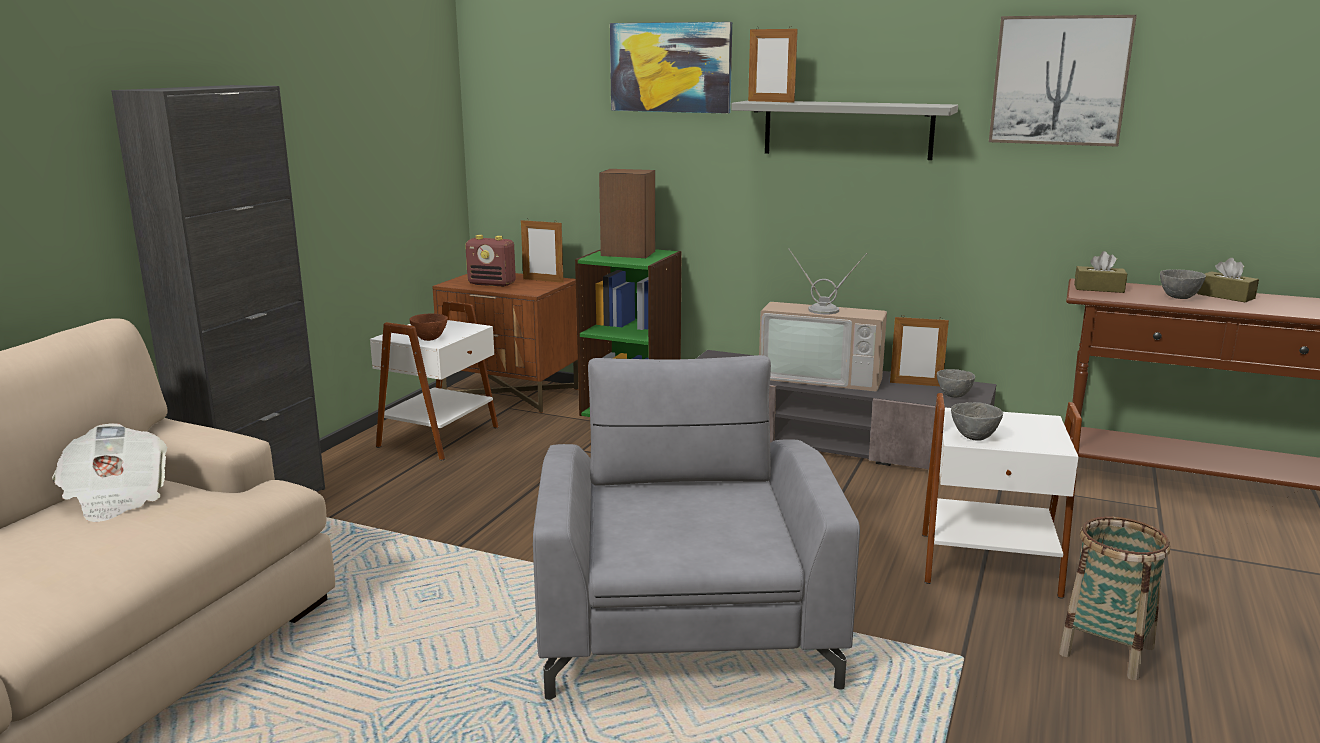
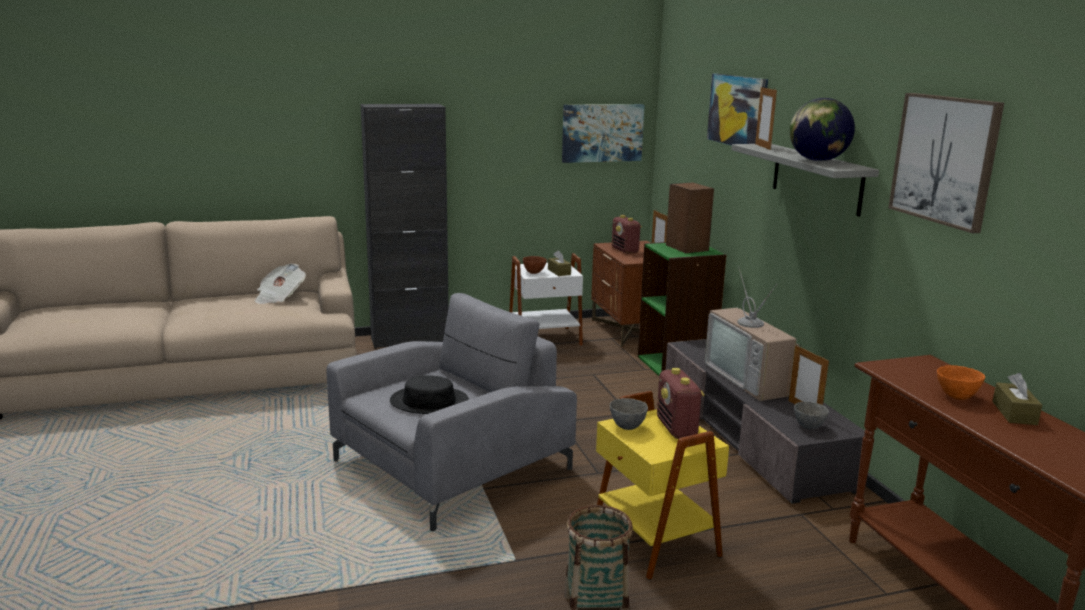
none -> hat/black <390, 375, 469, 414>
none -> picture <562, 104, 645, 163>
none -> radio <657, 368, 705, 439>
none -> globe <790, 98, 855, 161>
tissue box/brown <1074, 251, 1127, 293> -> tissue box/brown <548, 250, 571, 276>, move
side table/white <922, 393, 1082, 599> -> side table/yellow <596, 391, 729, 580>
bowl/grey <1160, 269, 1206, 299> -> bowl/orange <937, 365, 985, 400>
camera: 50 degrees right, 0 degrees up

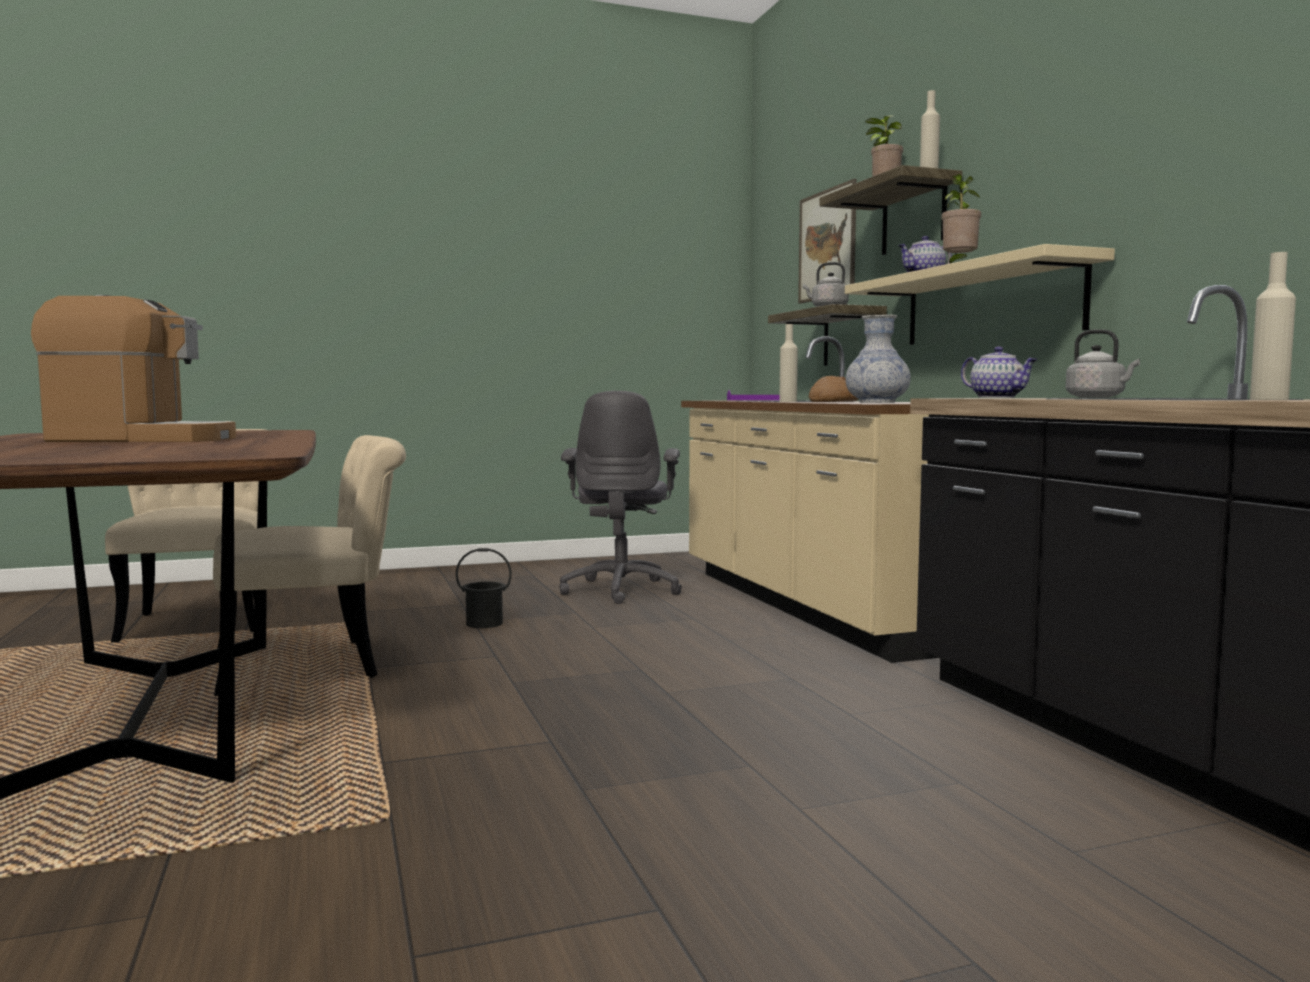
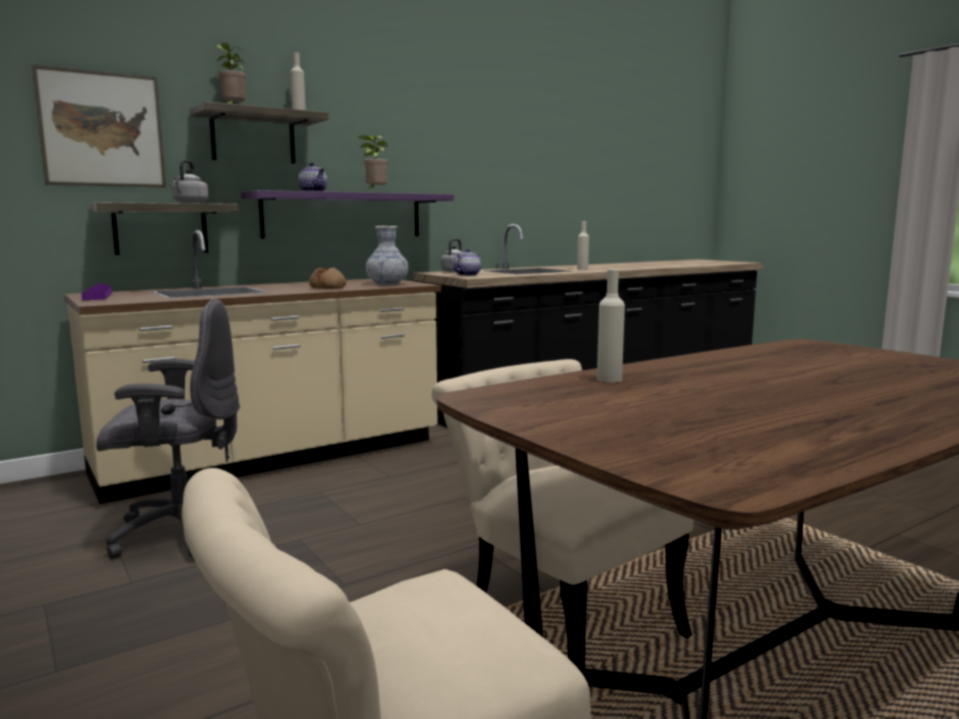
coffee machine <31, 295, 236, 442> -> none
bucket/black <456, 548, 512, 628> -> none
bottle/beige <779, 324, 798, 402> -> bottle/beige <597, 269, 625, 383>, move
shelf/beige <845, 244, 1115, 345> -> shelf/purple <241, 190, 454, 239>
camera: 105 degrees left, 5 degrees up

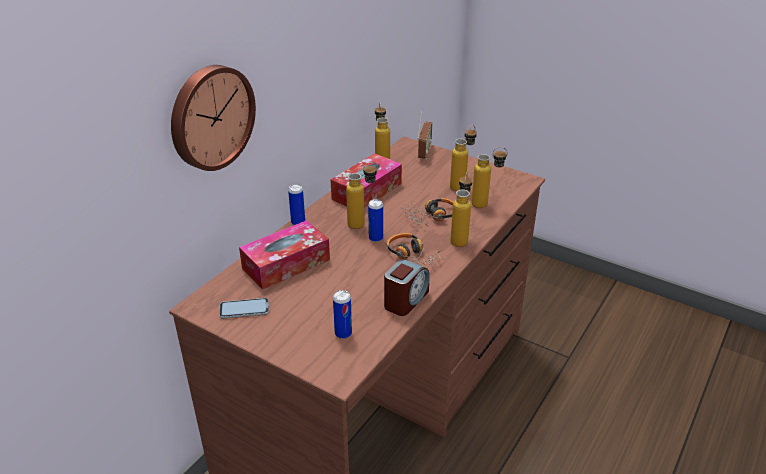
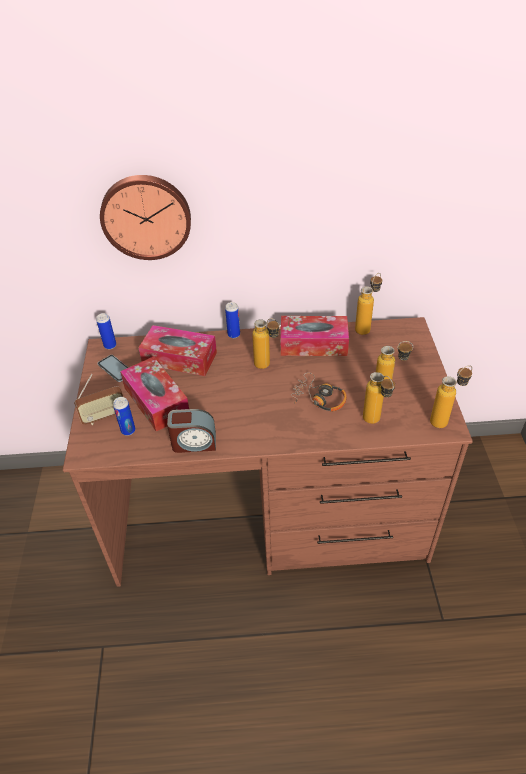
headphones <387, 233, 442, 266> -> none
none -> tissue box <120, 357, 189, 432>
can <368, 199, 383, 242> -> can <96, 313, 116, 350>, move
radio <417, 109, 432, 159> -> radio <74, 374, 123, 425>, move
bottle <450, 172, 472, 247> -> bottle <430, 366, 472, 428>, move
camera: 55 degrees right, 10 degrees up

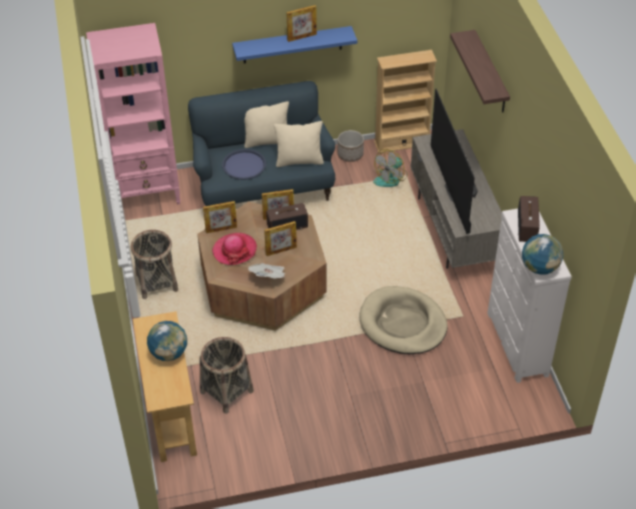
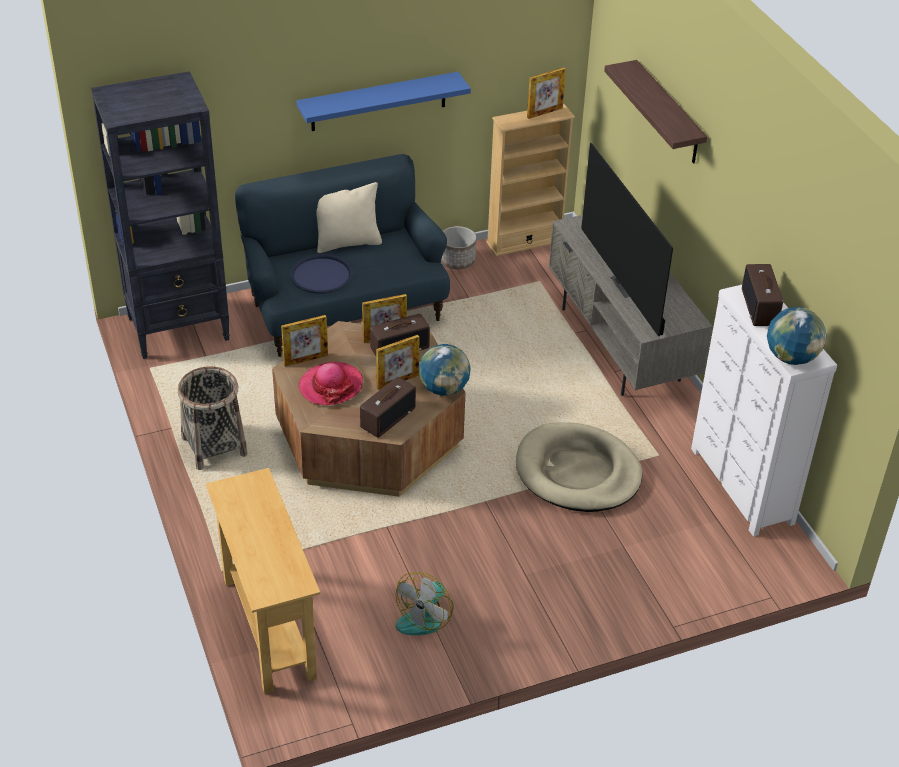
basket <200, 337, 254, 414> -> none
pillow/beige <274, 121, 324, 167> -> none
globe <147, 321, 187, 361> -> globe <419, 344, 471, 396>, move
picture frame <287, 5, 317, 42> -> picture frame <527, 67, 566, 119>, move
fan <373, 149, 407, 187> -> fan <396, 572, 454, 635>, move
newspaper <248, 263, 286, 279> -> radio <360, 377, 416, 438>
bookcase/pink <86, 23, 181, 204> -> bookcase/black <91, 71, 230, 359>
camera: 10 degrees left, 5 degrees down

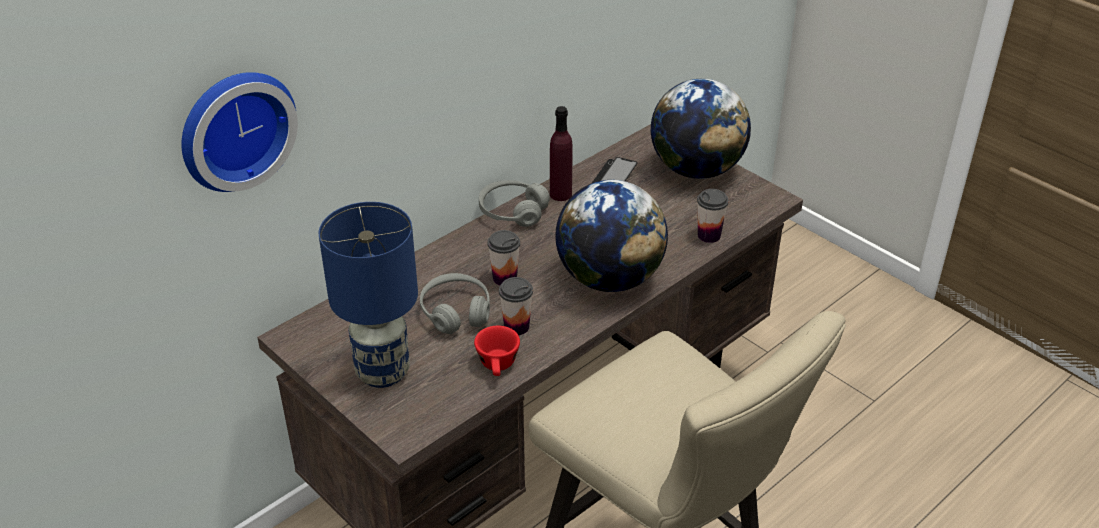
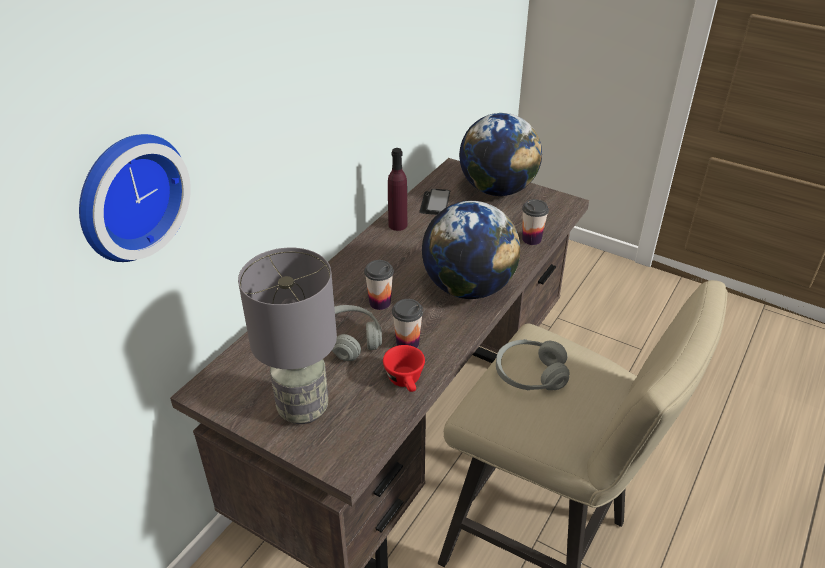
headphones/grey <479, 180, 550, 227> -> headphones/grey <496, 339, 570, 390>, move
table lamp/blue <319, 202, 418, 388> -> table lamp/grey <238, 248, 337, 424>
camera: 15 degrees left, 0 degrees up

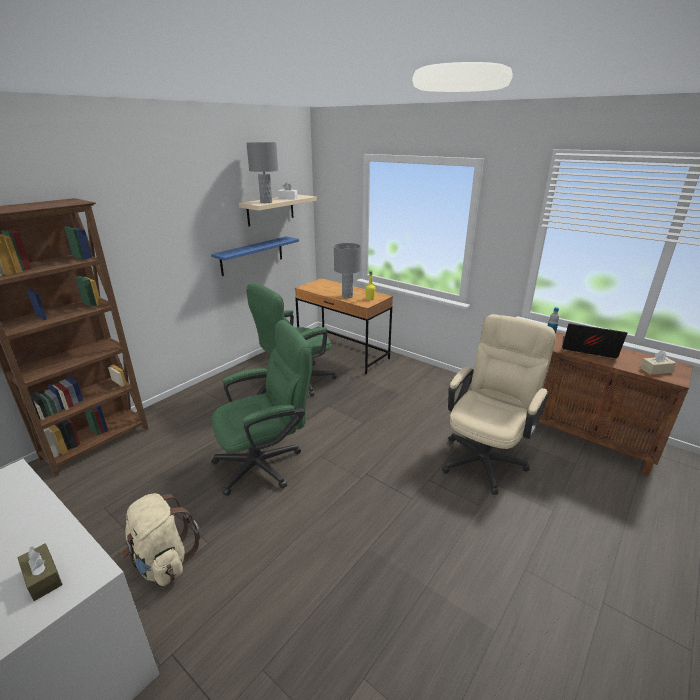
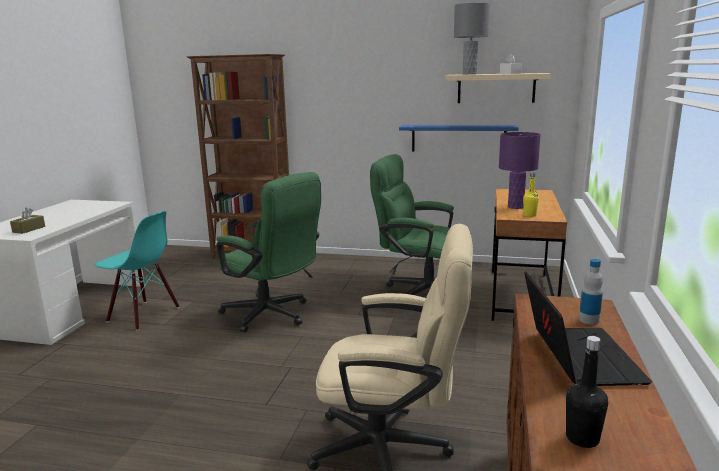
backpack/beige <121, 493, 200, 586> -> chair/turquoise <94, 211, 180, 331>
tissue box/beige <640, 350, 676, 375> -> bottle/black <566, 336, 608, 448>
table lamp/grey <334, 243, 361, 298> -> table lamp/purple <499, 132, 541, 209>
camera: 65 degrees right, 10 degrees down

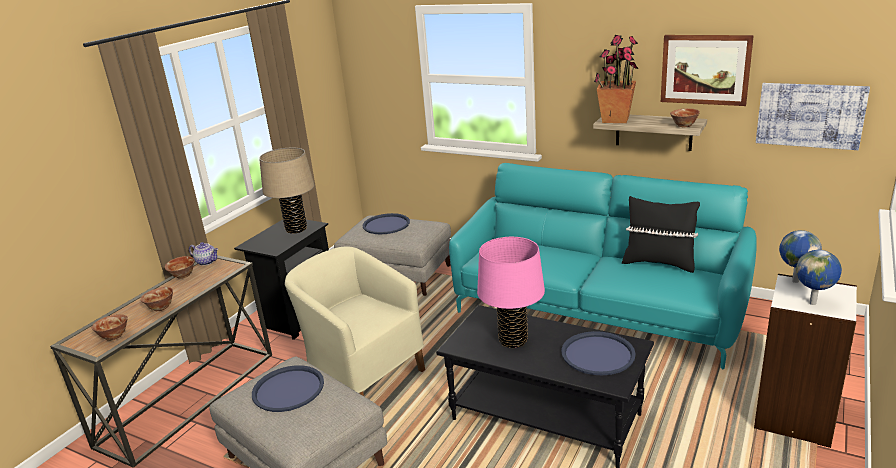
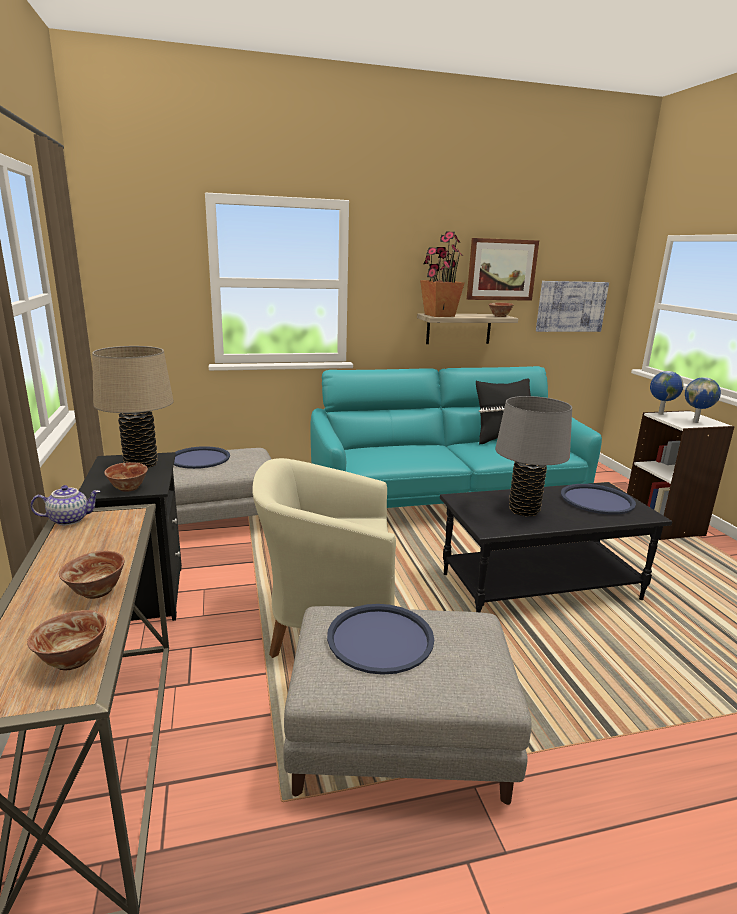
bowl <165, 256, 195, 279> -> bowl <104, 462, 148, 492>, move
table lamp/pink <477, 237, 545, 348> -> table lamp/grey <495, 396, 572, 516>
camera: 45 degrees left, 5 degrees down

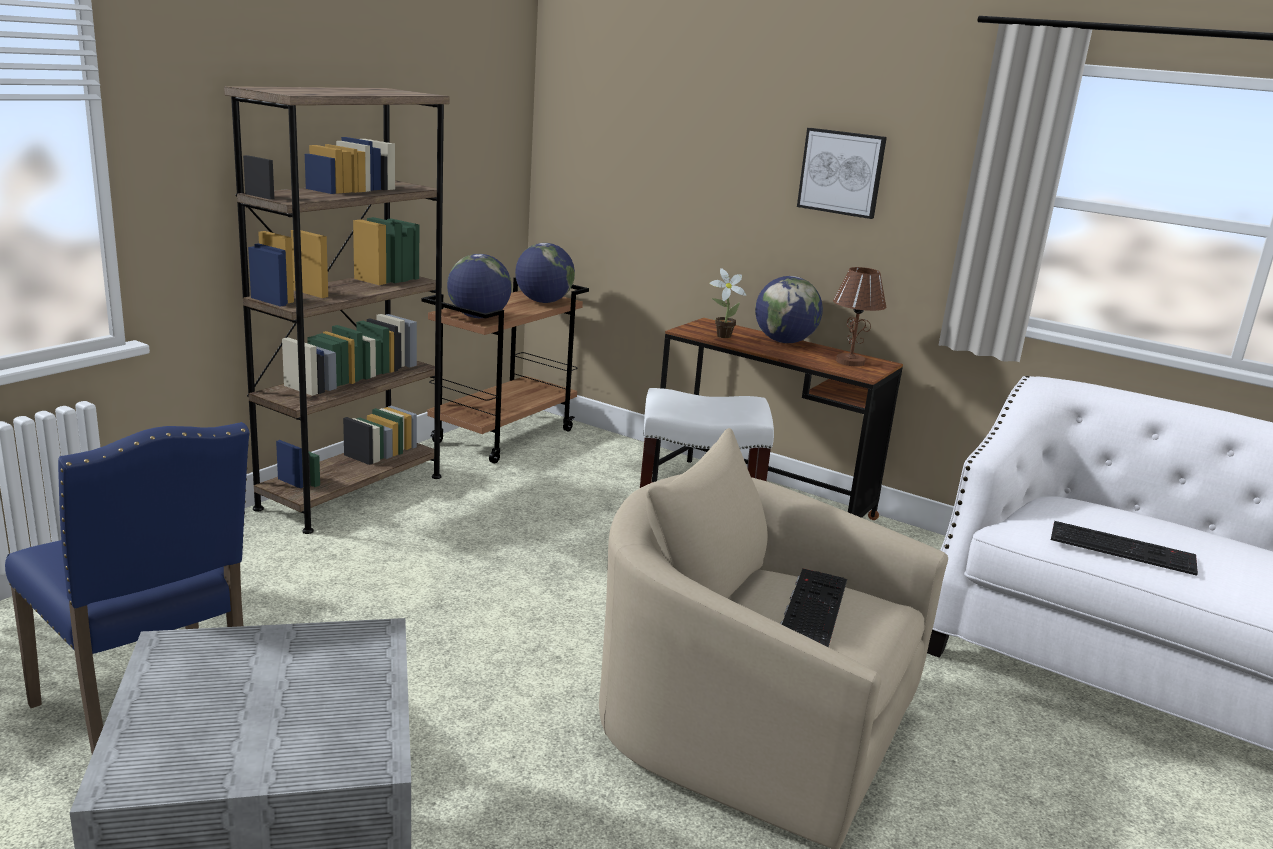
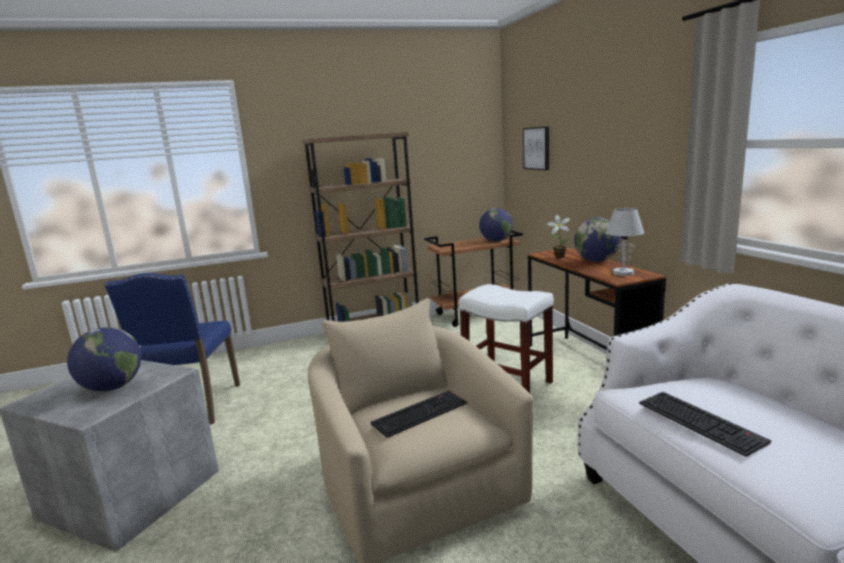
globe <447, 254, 512, 318> -> globe <67, 327, 141, 392>, move
picture <797, 128, 887, 219> -> picture <523, 126, 549, 170>, move
table lamp/brown <833, 267, 886, 367> -> table lamp/white <605, 208, 644, 276>
camera: 40 degrees right, 5 degrees down

